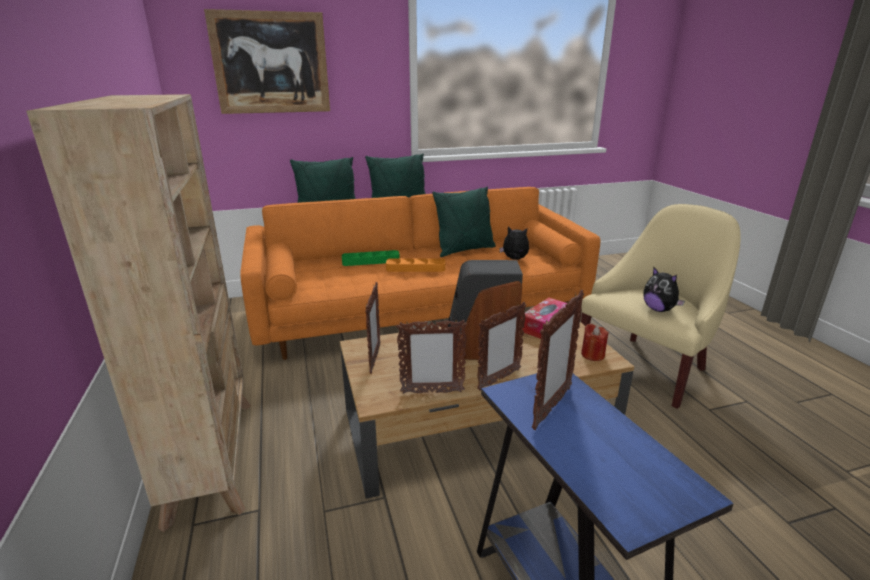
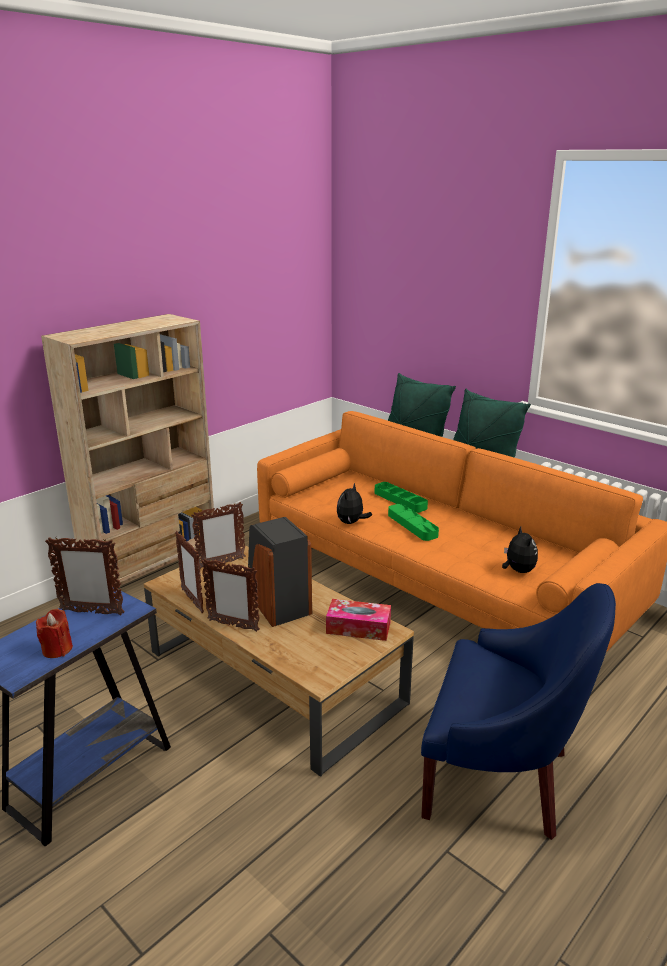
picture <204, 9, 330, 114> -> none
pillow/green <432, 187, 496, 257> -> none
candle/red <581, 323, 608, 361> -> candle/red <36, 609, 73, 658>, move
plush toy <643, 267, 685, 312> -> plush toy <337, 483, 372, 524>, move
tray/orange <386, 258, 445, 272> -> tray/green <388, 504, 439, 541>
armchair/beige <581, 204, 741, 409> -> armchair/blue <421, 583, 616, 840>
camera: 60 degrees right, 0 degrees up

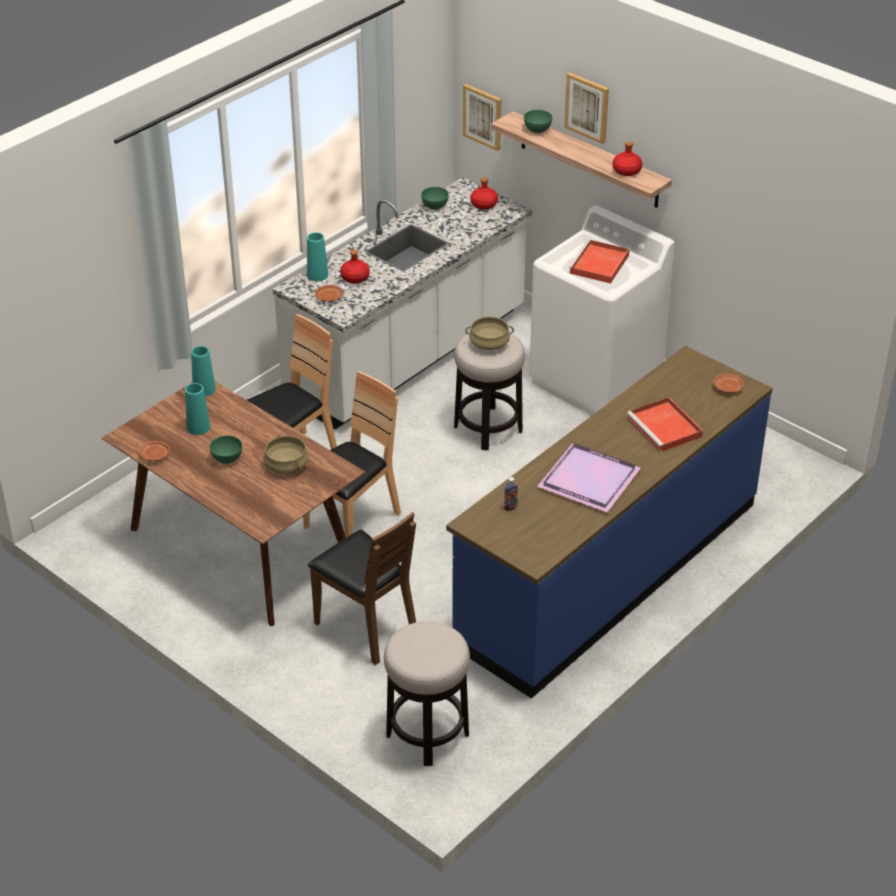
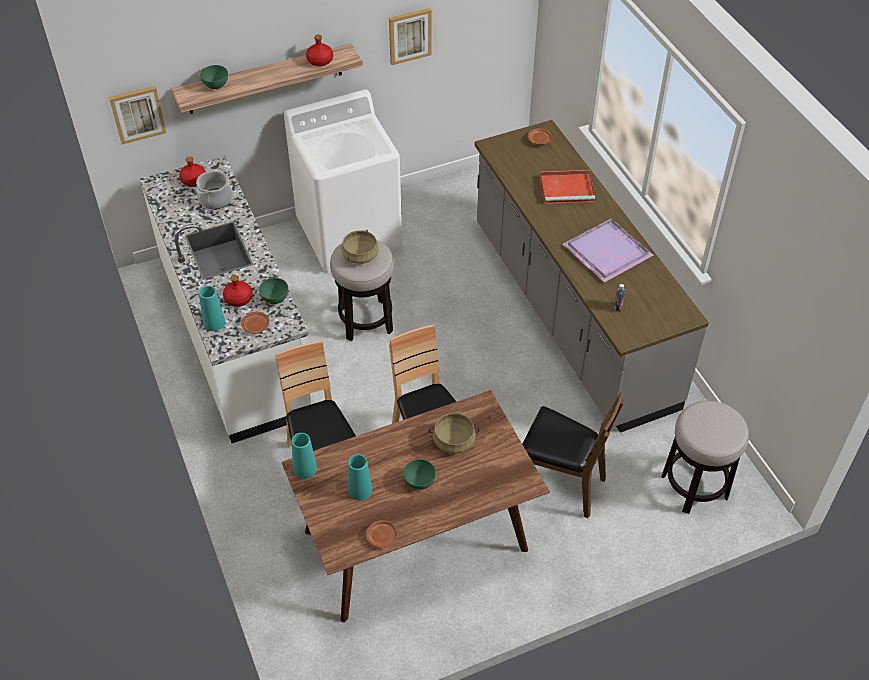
tray/red <568, 239, 630, 283> -> none
none -> cooking pot <196, 168, 233, 209>
bowl/green <421, 187, 449, 210> -> bowl/green <259, 278, 288, 304>, move
picture <564, 73, 609, 144> -> picture <389, 8, 432, 65>, move
counter/blue <446, 346, 773, 699> -> counter/grey <475, 120, 709, 433>
chair/brown <308, 512, 416, 665> -> chair/brown <522, 392, 624, 518>, 45 degrees clockwise
camera: 65 degrees left, 10 degrees up

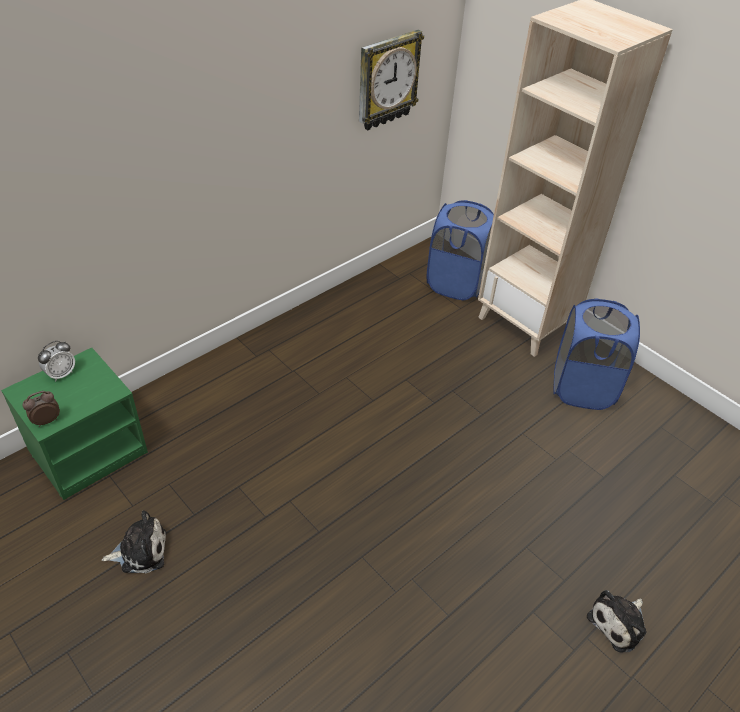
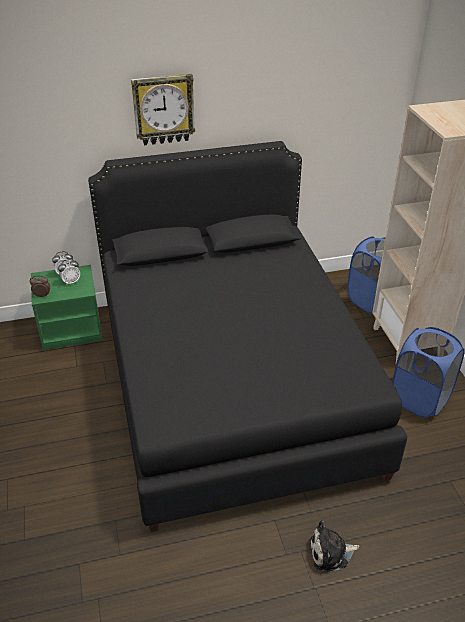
plush toy <102, 510, 166, 573> -> none
none -> alarm clock <58, 259, 80, 284>
none -> bed/black <88, 141, 407, 532>
wall clock <359, 30, 424, 130> -> wall clock <131, 74, 195, 145>, move
camera: 30 degrees right, 5 degrees down

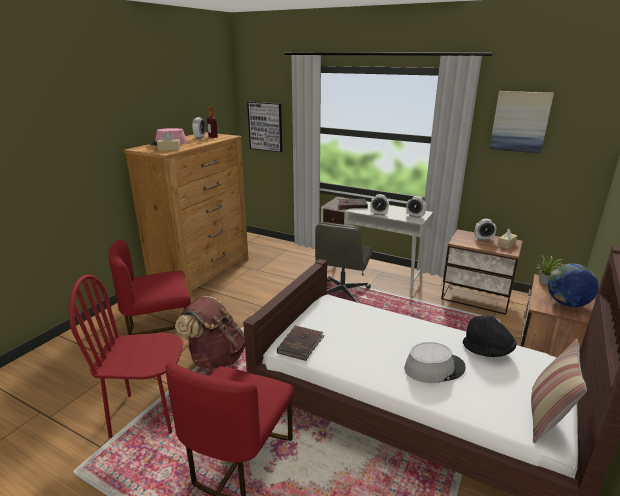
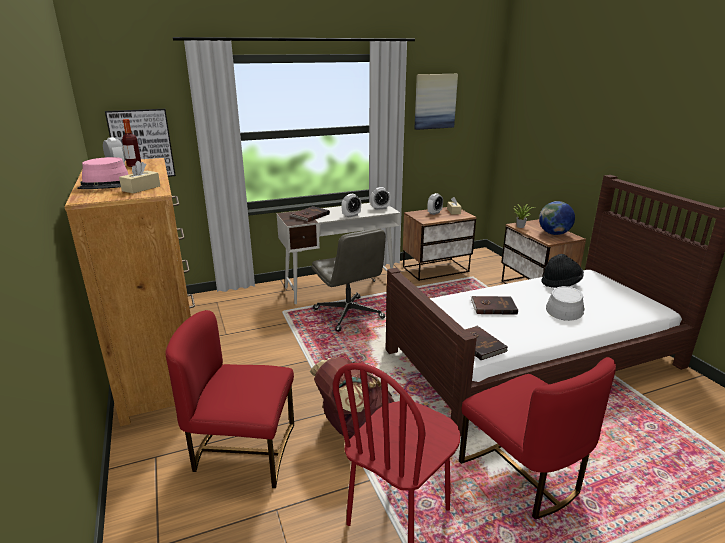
pillow <531, 339, 587, 444> -> none
none -> book/brown <471, 296, 518, 315>
chair/red <108, 240, 191, 335> -> chair/red <165, 310, 294, 488>, 75 degrees clockwise
camera: 50 degrees left, 0 degrees up

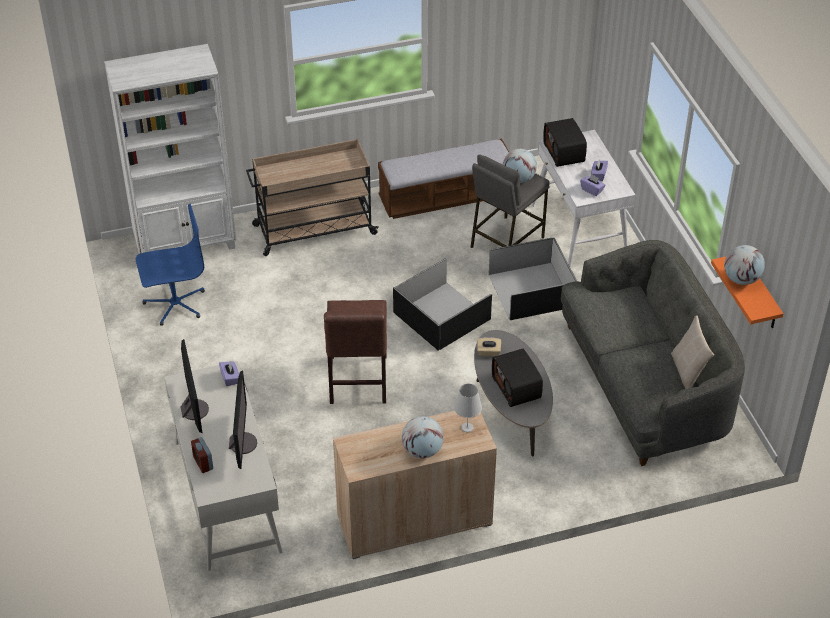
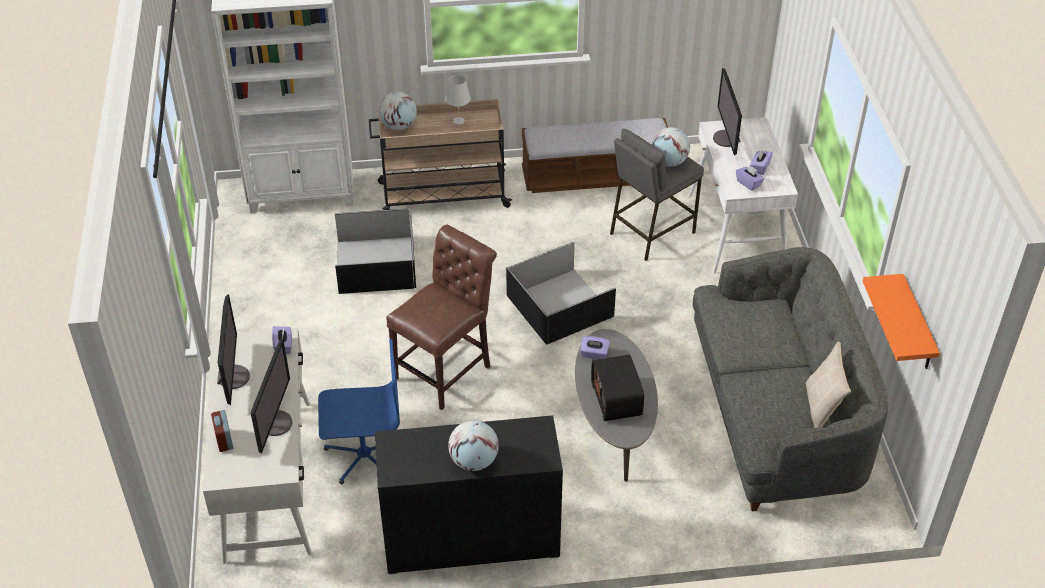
office chair/blue <136, 204, 205, 326> -> office chair/blue <318, 339, 400, 484>, move
table lamp/white <454, 384, 482, 432> -> table lamp/white <445, 75, 471, 125>, move
storage box/black <489, 237, 577, 320> -> storage box/black <335, 208, 416, 294>, move
globe <724, 245, 765, 285> -> globe <379, 92, 417, 130>, move
radio <543, 118, 587, 167> -> monitor <713, 68, 742, 156>
cabinet/beige <333, 411, 497, 559> -> cabinet/black <375, 415, 563, 575>
tissue box/beige <477, 337, 501, 357> -> tissue box/purple <580, 336, 610, 359>
chair/brown <324, 300, 387, 404> -> chair/brown <386, 224, 497, 410>, 150 degrees counterclockwise
camera: 10 degrees right, 0 degrees up

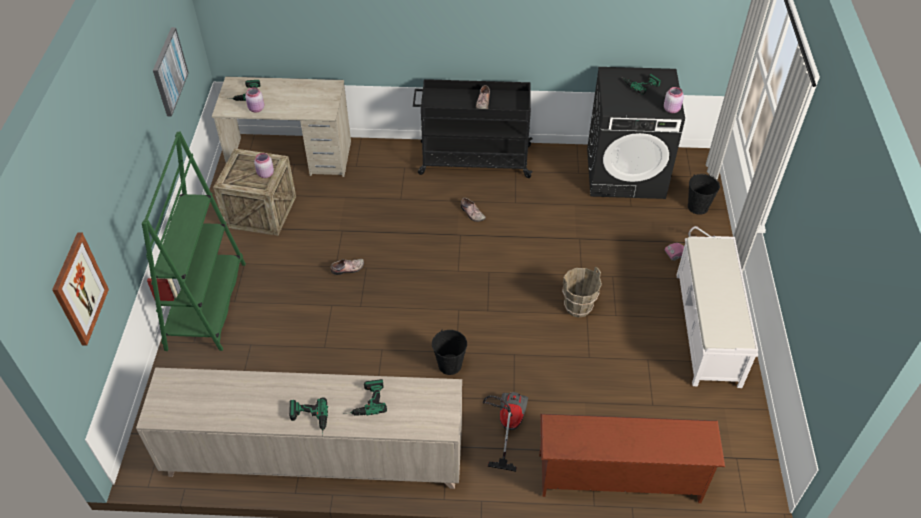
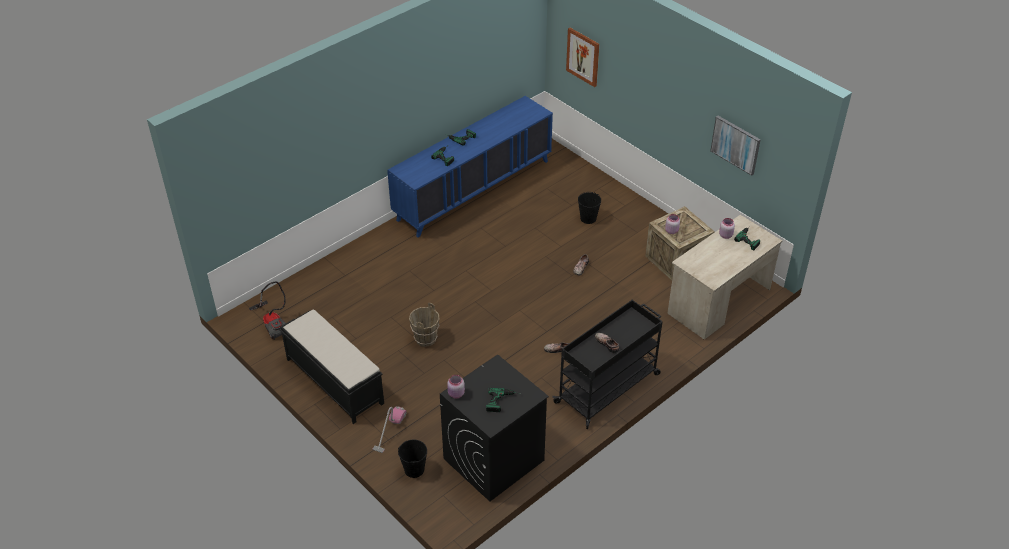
bookcase/green <142, 132, 246, 351> -> none
shoe rack/brown <539, 414, 725, 503> -> none
bucket/black <432, 330, 467, 375> -> bucket/black <578, 192, 602, 224>, move
vacuum cleaner <482, 392, 528, 472> -> vacuum cleaner <249, 281, 286, 340>, move
cabinet/beige <136, 368, 462, 489> -> cabinet/blue <387, 96, 553, 237>
bench/white <677, 236, 758, 388> -> bench/black <280, 309, 384, 424>
camera: 135 degrees right, 5 degrees down

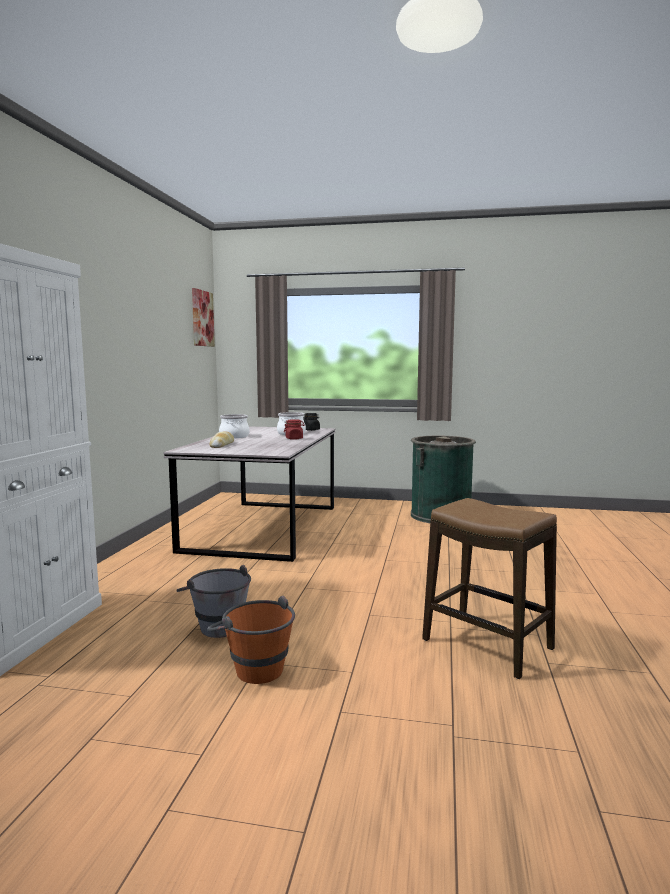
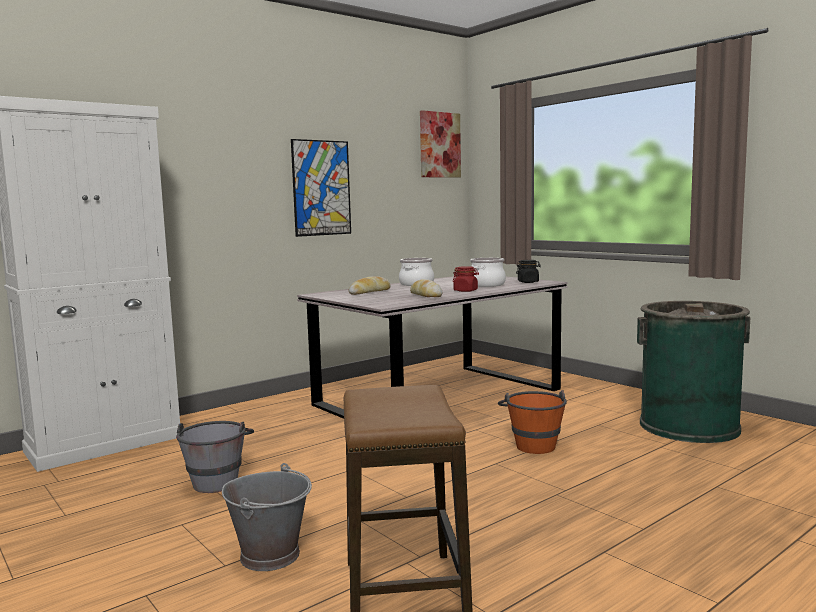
none -> bucket/grey <222, 463, 312, 571>
none -> picture <291, 139, 351, 237>
none -> bread <410, 279, 443, 297>
bucket/orange <207, 596, 295, 684> -> bucket/orange <498, 390, 567, 454>, move
camera: 40 degrees right, 0 degrees up

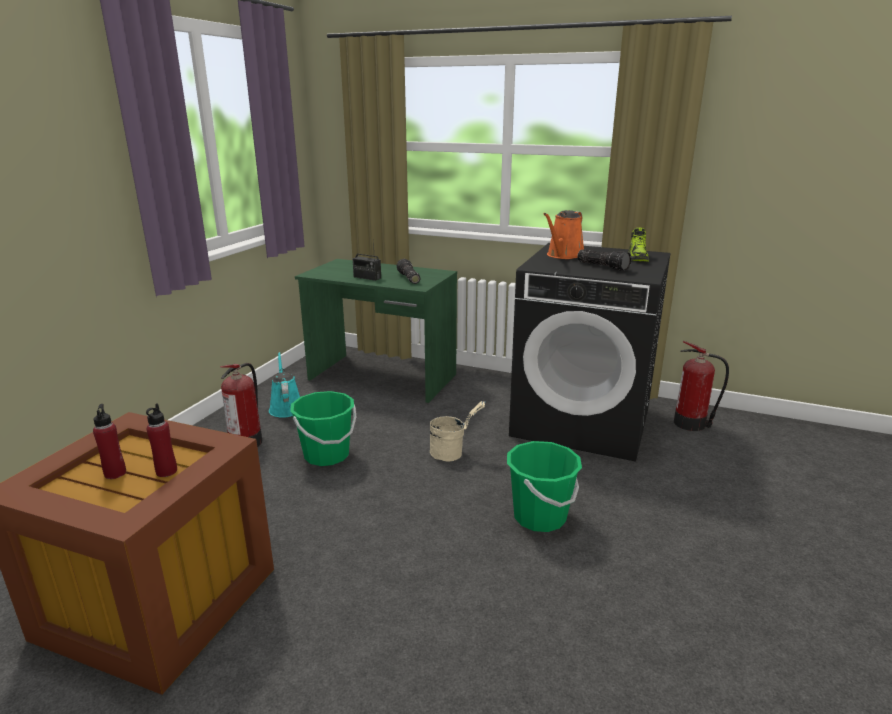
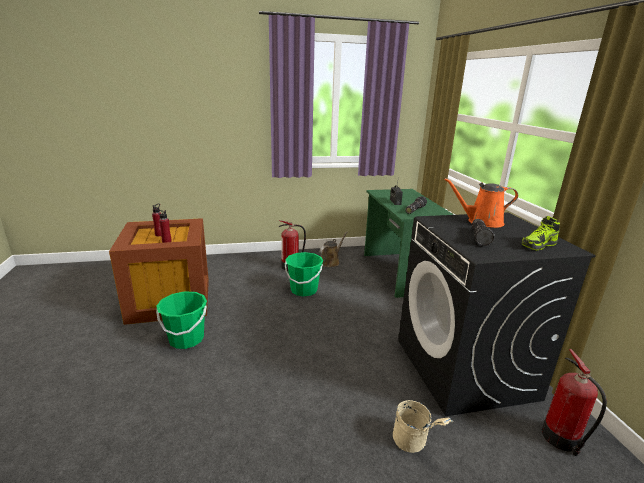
bucket/beige <430, 401, 486, 462> -> bucket/beige <393, 400, 453, 453>, move
bucket/green <507, 441, 582, 532> -> bucket/green <156, 291, 207, 349>, move
watering can/turquoise <269, 352, 300, 418> -> watering can/brown <320, 232, 347, 267>
camera: 55 degrees right, 0 degrees up

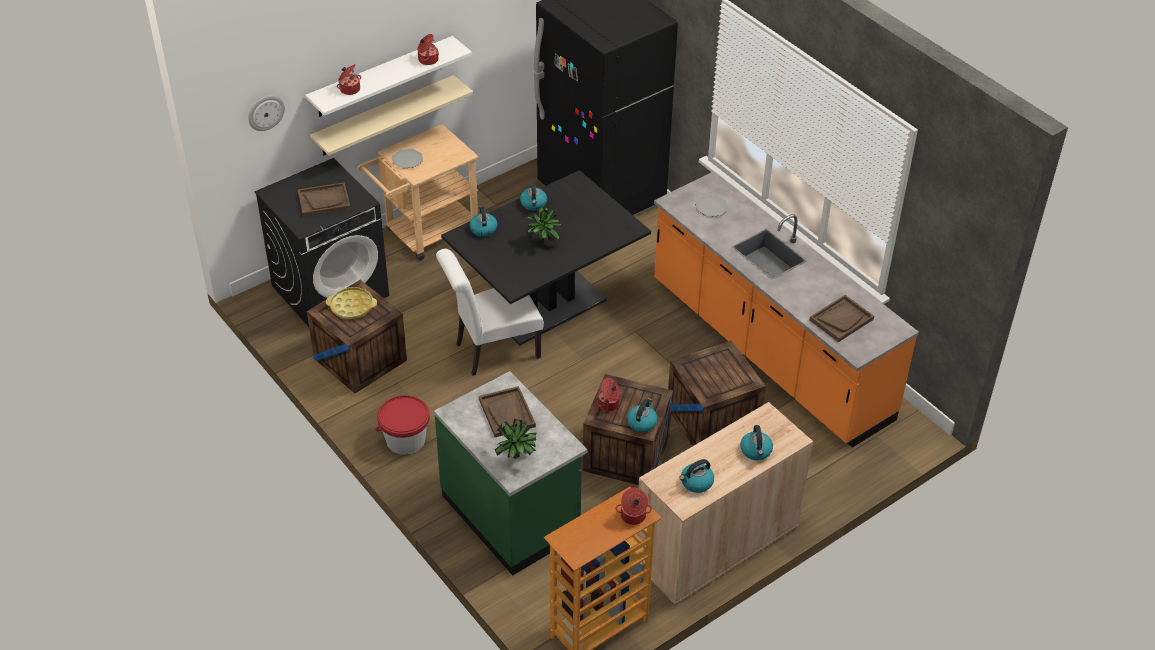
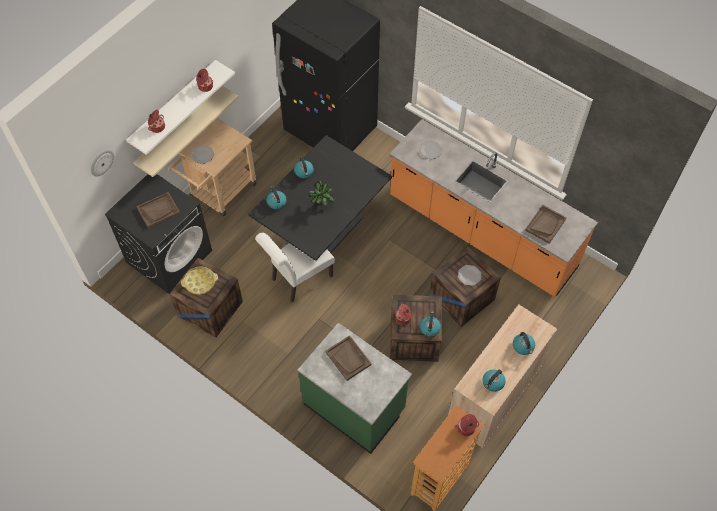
bucket/red <376, 395, 430, 455> -> none
potted plant <495, 419, 537, 459> -> none
none -> plate <458, 265, 481, 286>
camera: 15 degrees left, 15 degrees up

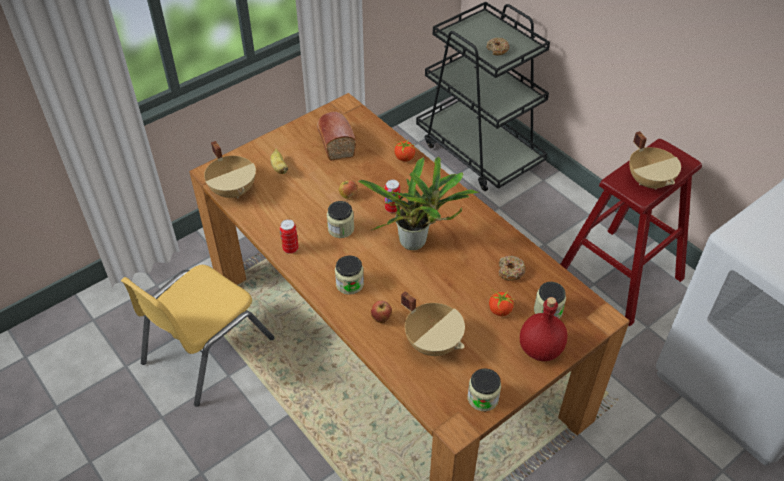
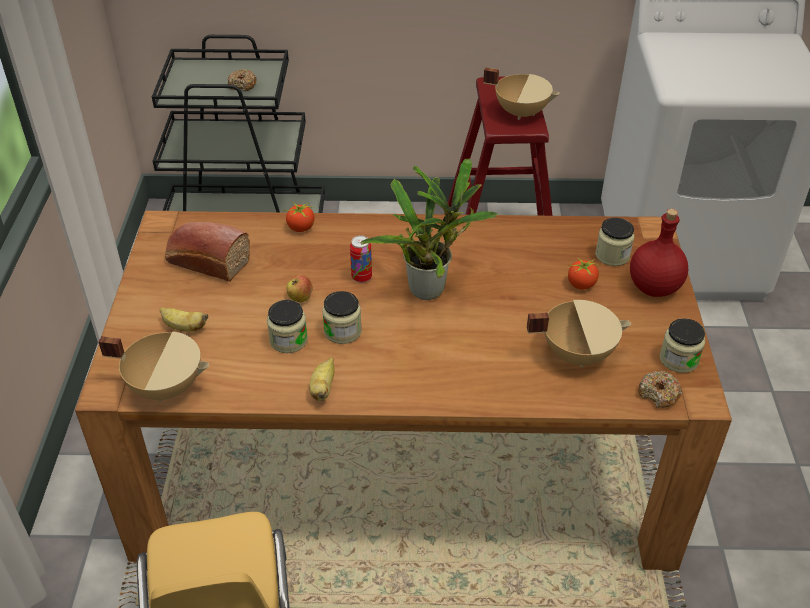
apple <371, 301, 392, 323> -> none
jar <335, 255, 364, 295> -> jar <267, 300, 308, 353>, move
donut <499, 255, 526, 281> -> donut <638, 371, 682, 408>, move
can <280, 219, 298, 254> -> banana <309, 357, 335, 401>
camera: 50 degrees left, 5 degrees down

